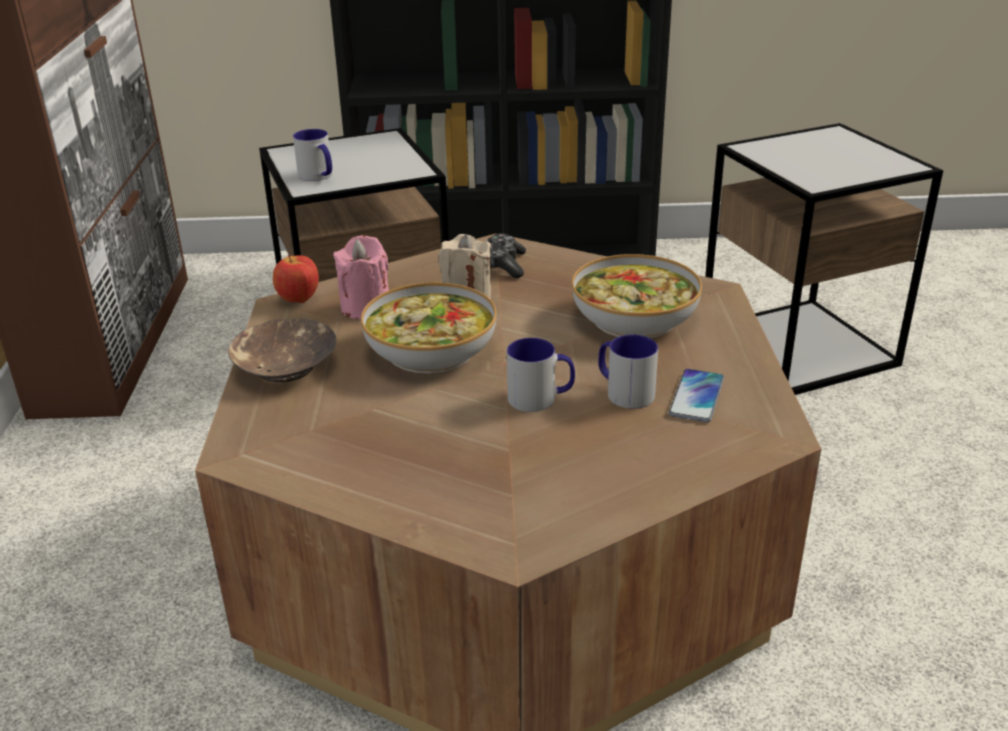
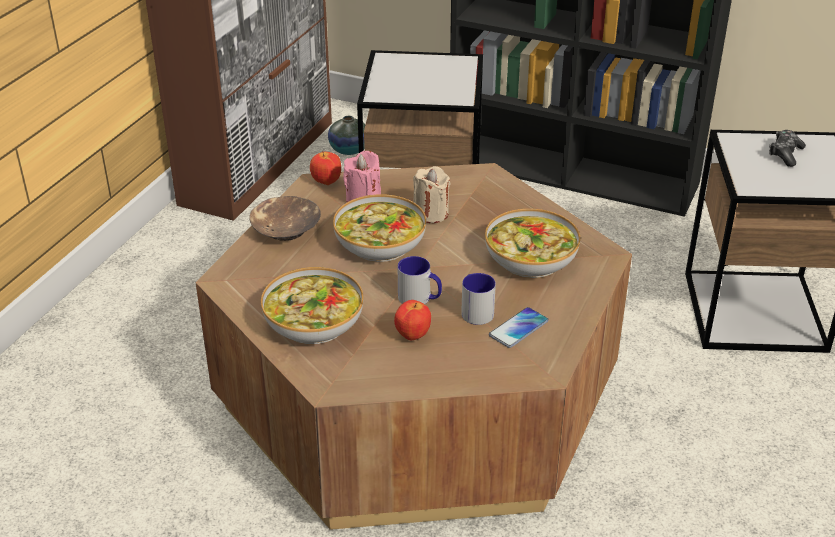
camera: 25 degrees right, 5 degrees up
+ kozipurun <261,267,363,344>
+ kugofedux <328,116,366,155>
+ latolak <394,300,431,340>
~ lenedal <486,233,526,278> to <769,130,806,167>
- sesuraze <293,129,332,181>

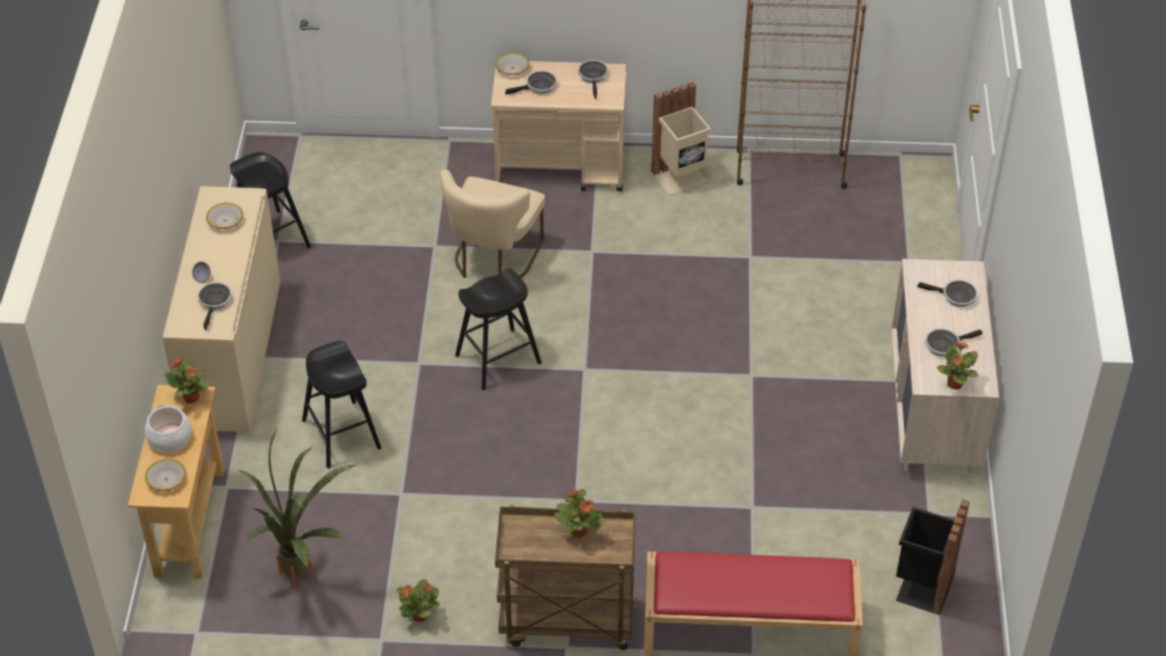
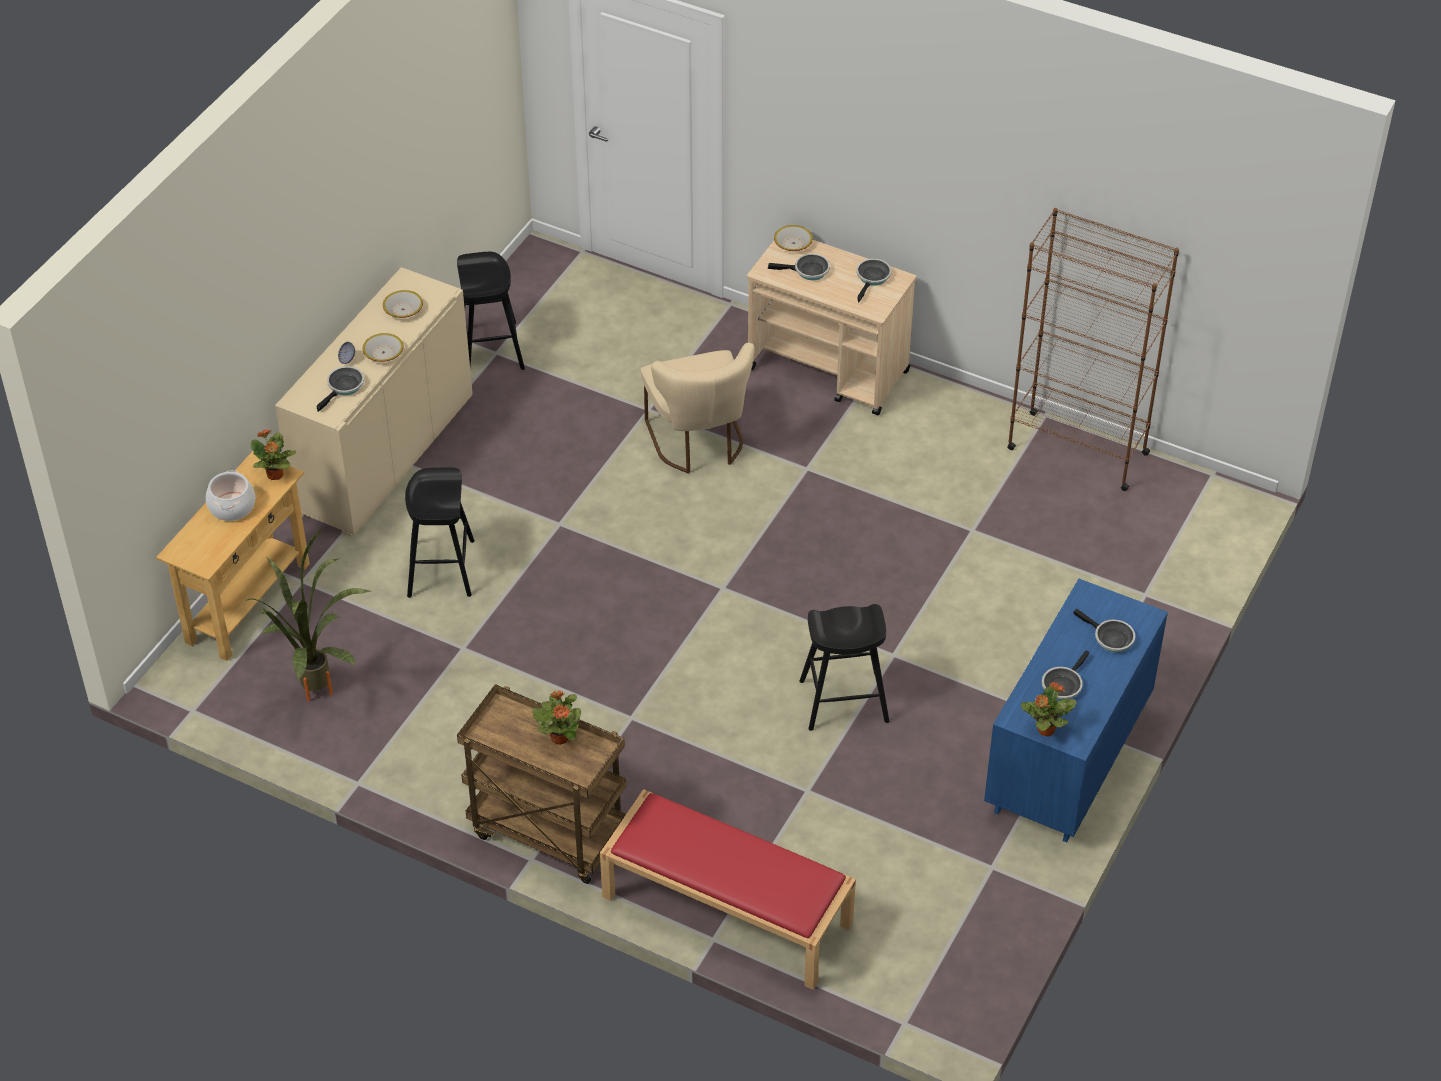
camera: 25 degrees right, 0 degrees up
~ kozipurun <145,459,186,491> to <363,333,404,362>
~ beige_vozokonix <440,169,545,278> = <641,343,755,474> 60 degrees counterclockwise
~ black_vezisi <455,269,542,390> to <799,604,889,731>
~ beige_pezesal <891,259,999,474> to blue_pezesal <984,579,1168,843>
~ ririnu <925,328,983,357> = <1042,650,1090,700> 60 degrees counterclockwise
- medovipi <396,579,440,622>
- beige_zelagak <651,82,711,195>
- black_zelagak <896,499,970,615>

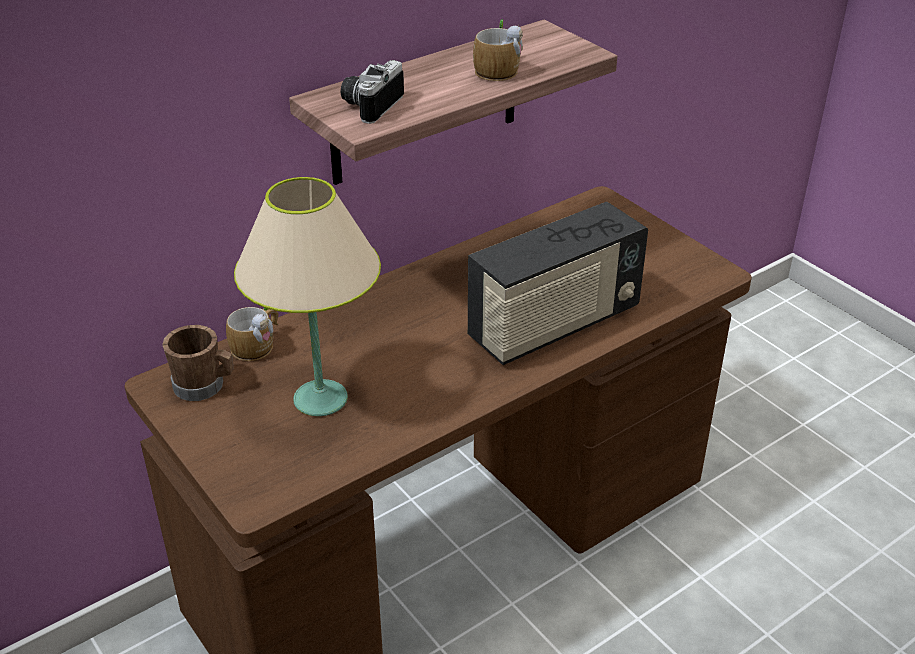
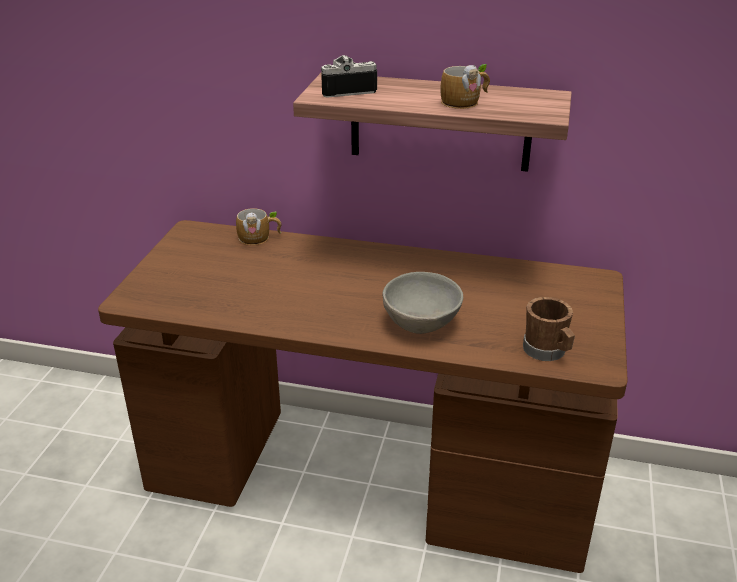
camera: 50 degrees right, 5 degrees down
~ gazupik <468,202,648,365> to grey_kozipurun <382,272,463,334>
~ brown_sesuraze <162,325,233,401> to <523,297,575,361>
- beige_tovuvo <234,177,381,416>

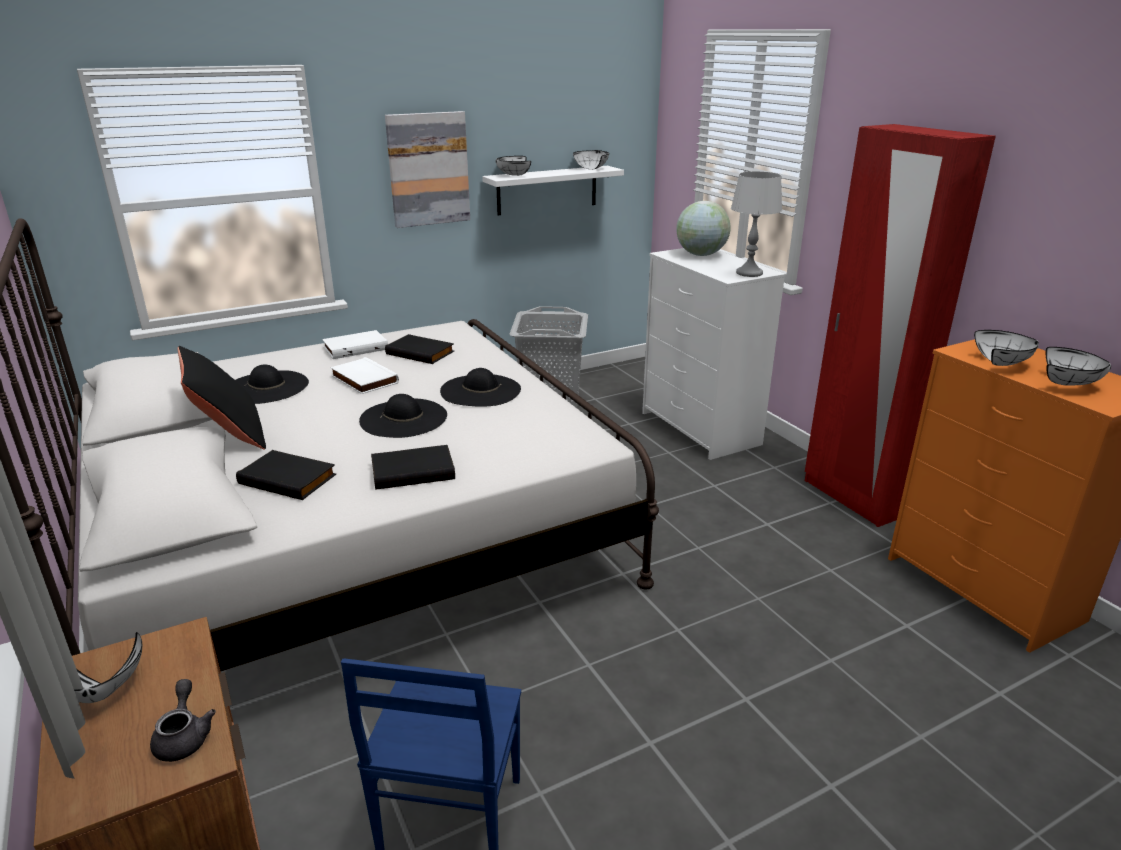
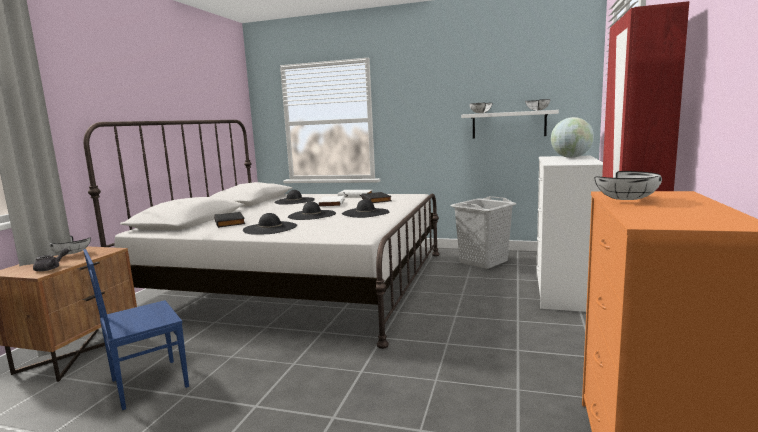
camera: 45 degrees right, 15 degrees down
~ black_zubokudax <371,445,455,490> to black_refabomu <243,213,297,234>
- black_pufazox <178,346,266,449>
- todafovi <385,111,470,228>
- grey_tovuvo <731,171,782,277>
- white_kozipurun <1046,347,1111,386>

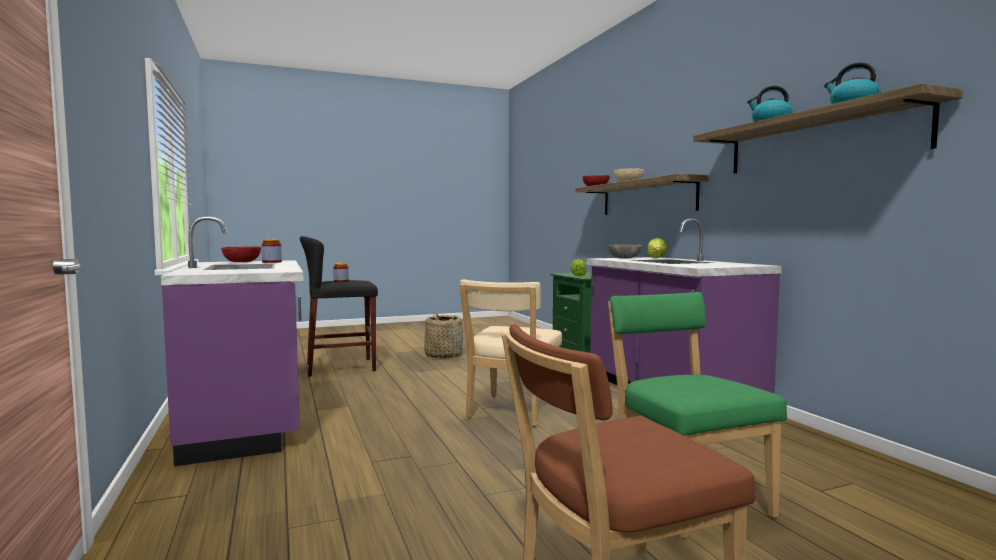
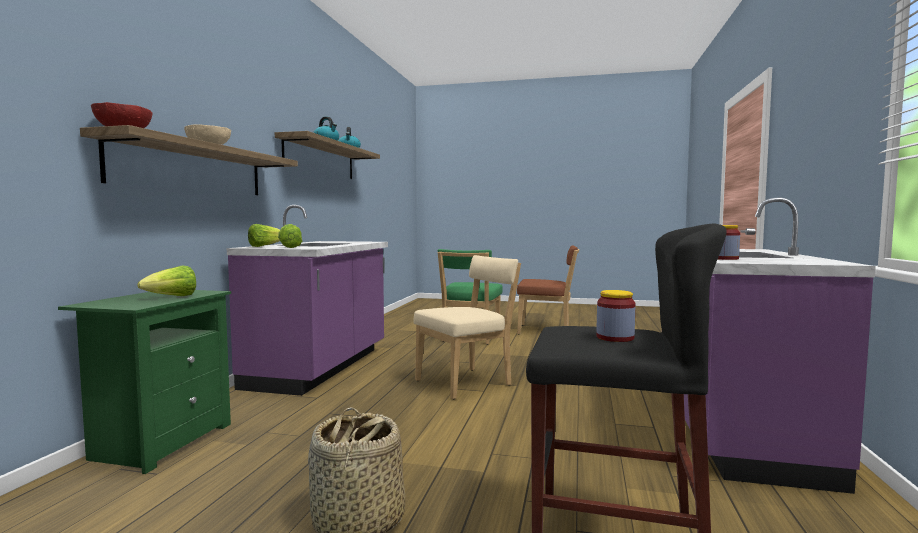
camera: 145 degrees left, 0 degrees up
~ grey_kozipurun <608,245,642,259> to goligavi <278,224,302,248>
- red_kozipurun <221,246,261,262>

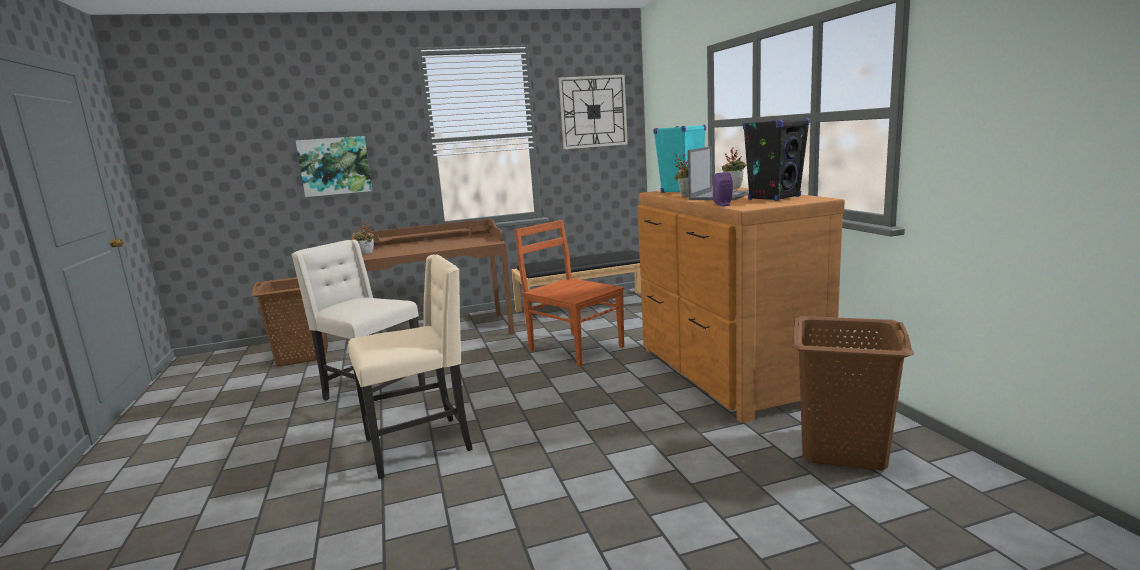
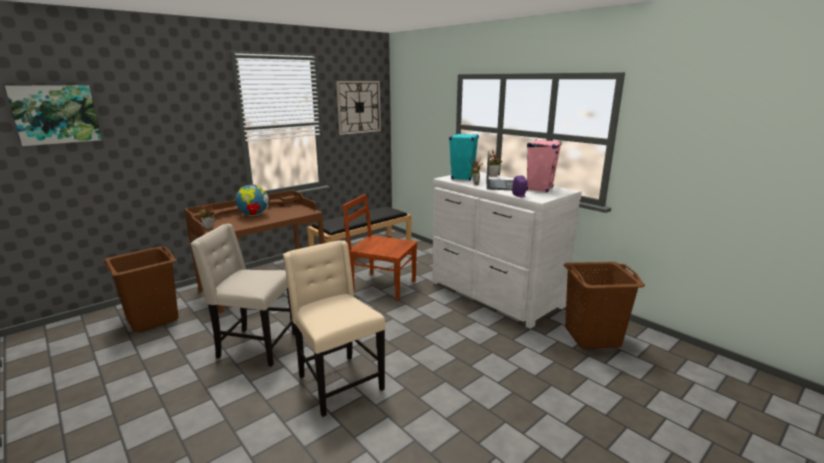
camera: 25 degrees left, 5 degrees up
~ todafovi <296,136,372,197> to <5,85,102,146>
+ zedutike <236,184,270,216>
~ beige_vozokonix <348,255,472,479> = <283,240,386,417> 75 degrees counterclockwise
~ brown_pezesal <638,185,845,423> to white_pezesal <432,172,582,329>
~ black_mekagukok <743,118,810,201> to pink_mekagukok <527,139,562,192>

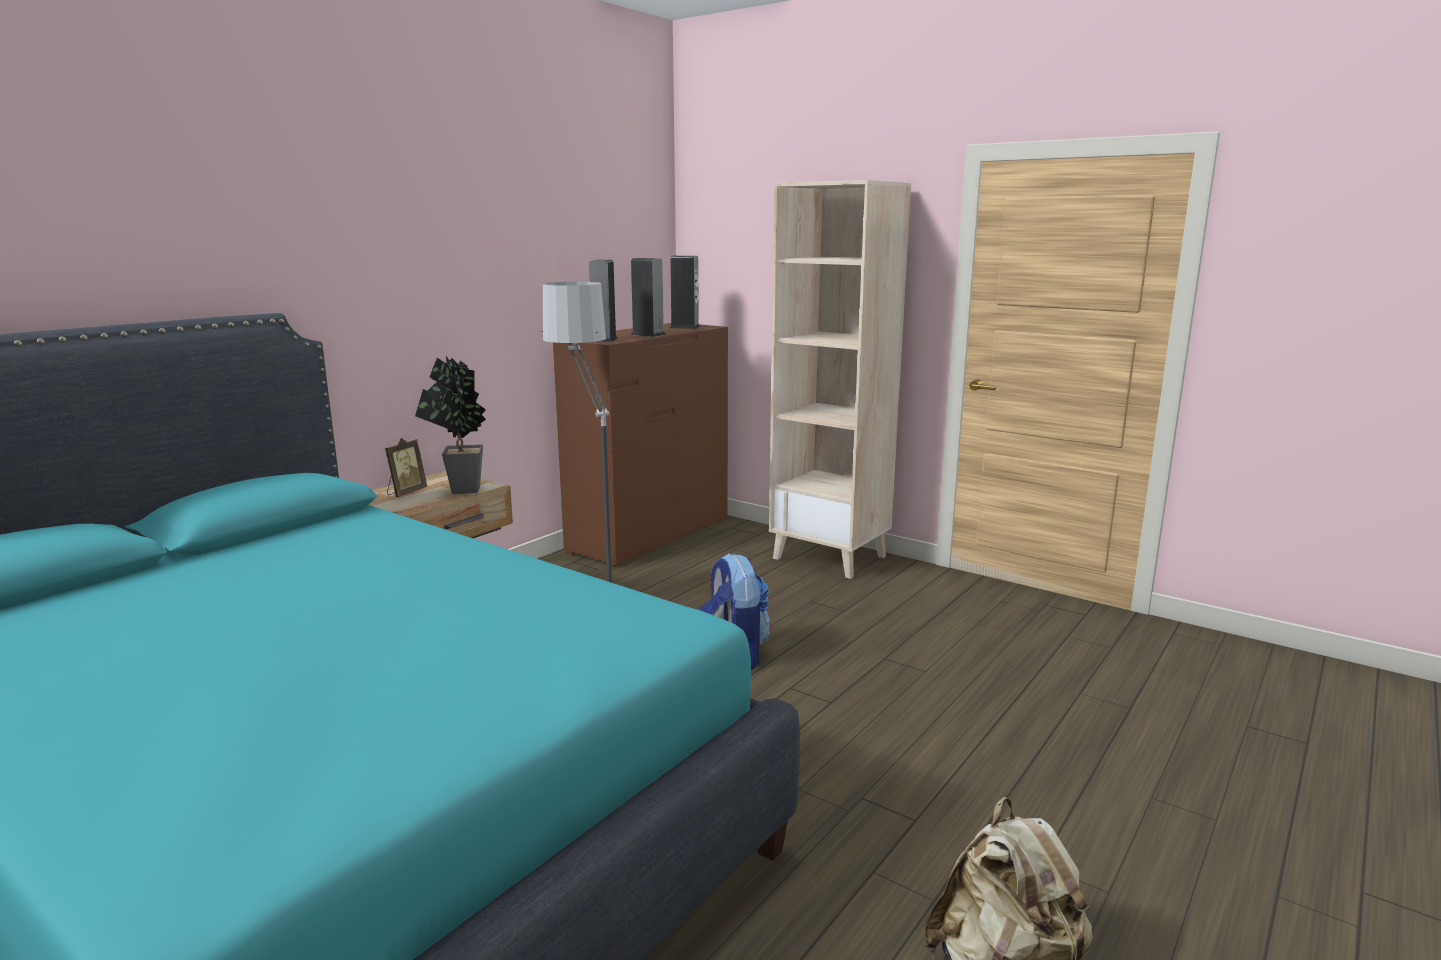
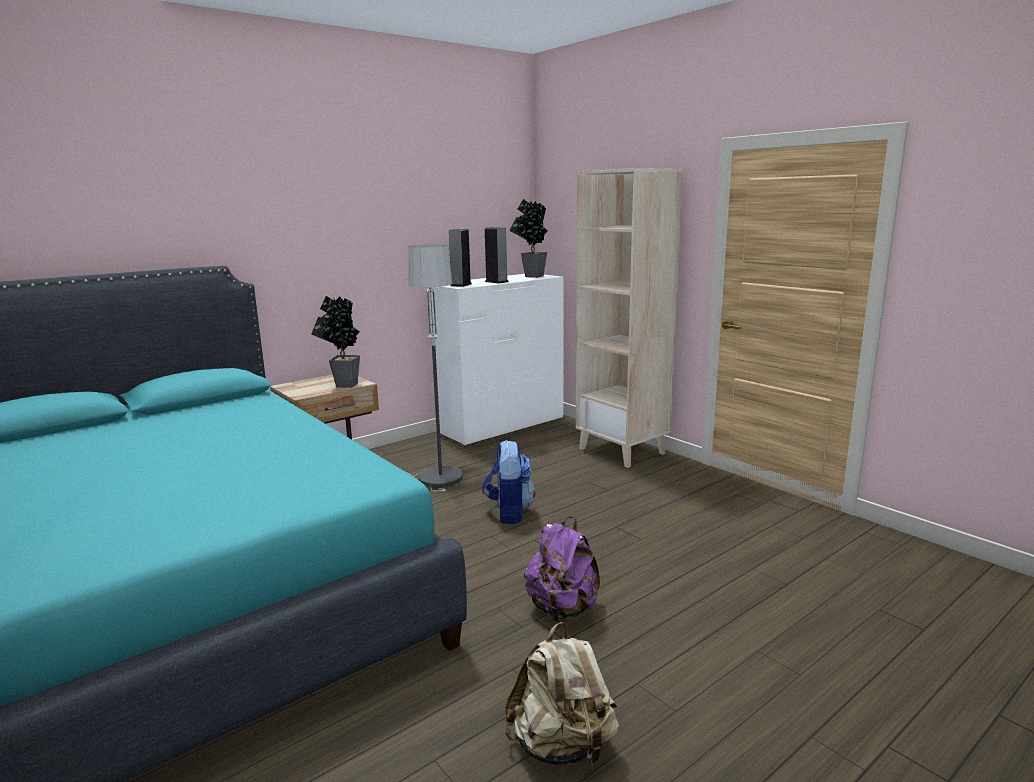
camera: 15 degrees right, 0 degrees up
~ brown_pezesal <553,323,728,568> to white_pezesal <429,274,563,447>
~ mekagukok <670,256,700,329> to medovipi <509,199,547,278>
+ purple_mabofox <524,516,600,622>
- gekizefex <385,438,427,497>

